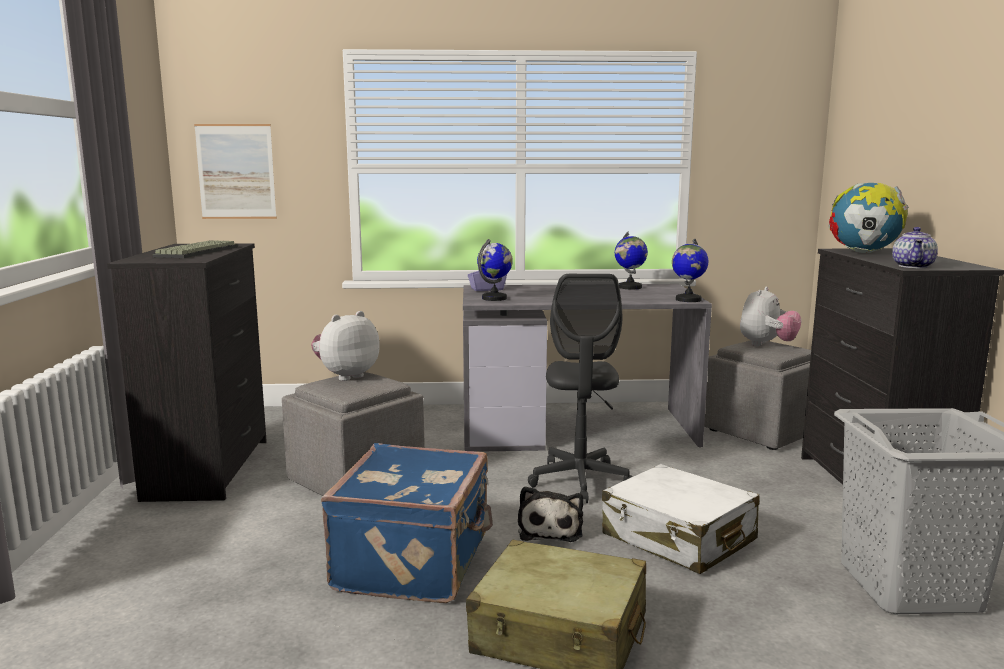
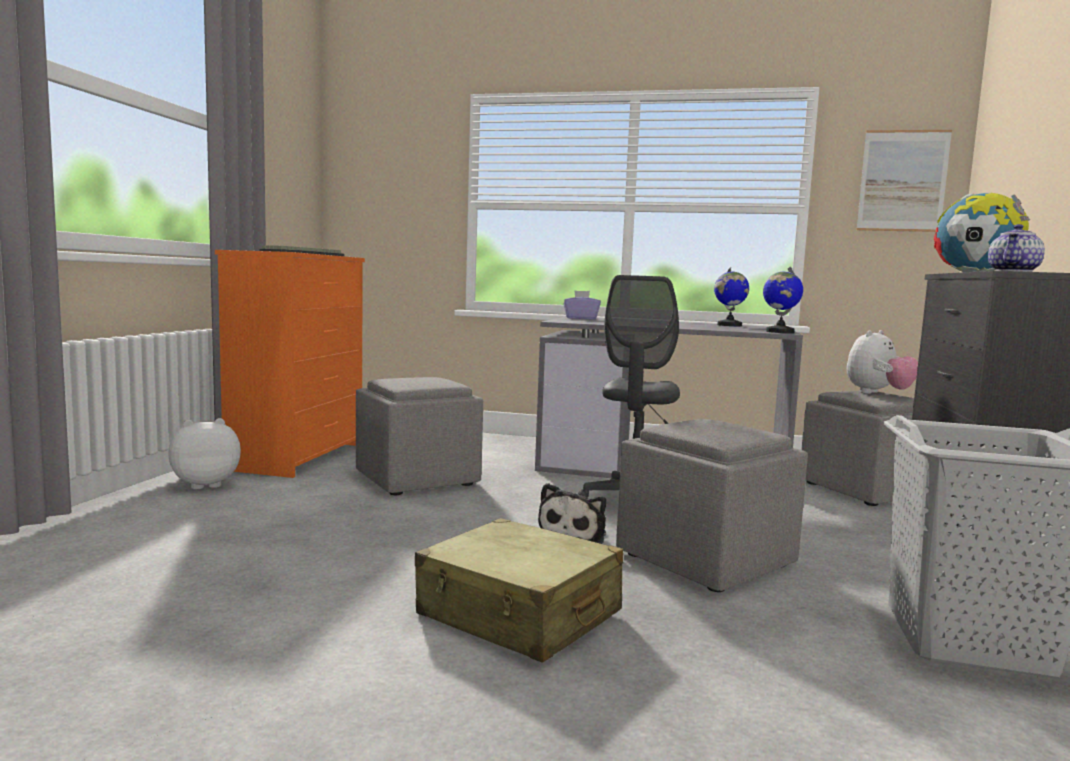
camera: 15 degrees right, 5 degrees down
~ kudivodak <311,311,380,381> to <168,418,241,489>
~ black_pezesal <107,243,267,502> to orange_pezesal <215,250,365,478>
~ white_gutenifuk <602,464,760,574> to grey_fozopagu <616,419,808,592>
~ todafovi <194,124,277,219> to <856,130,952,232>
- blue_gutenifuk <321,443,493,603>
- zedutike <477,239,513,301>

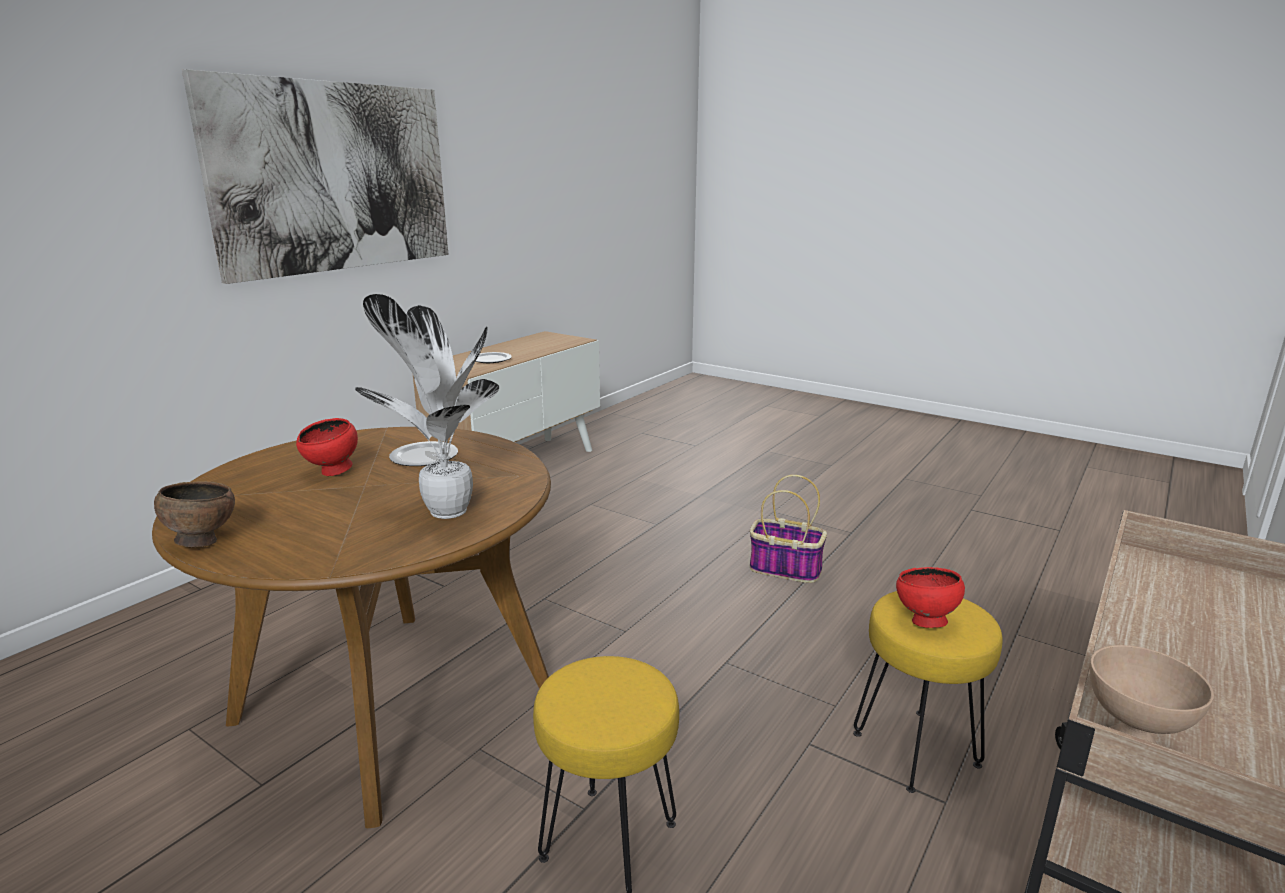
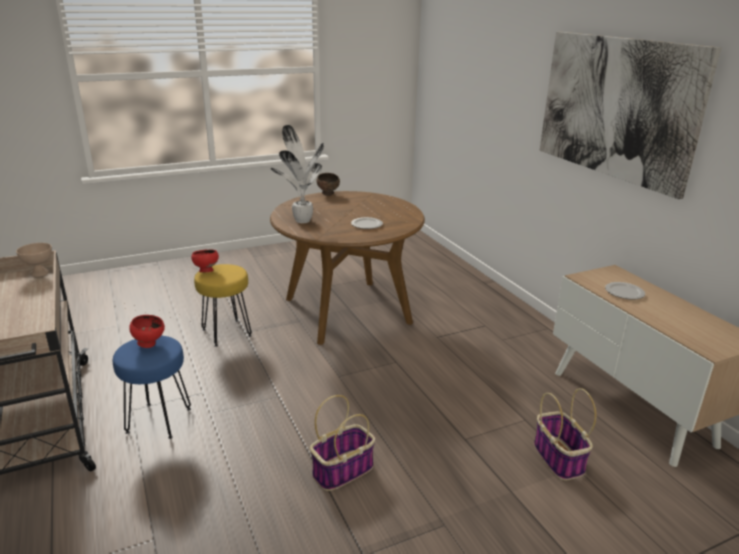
camera: 120 degrees right, 5 degrees up
~ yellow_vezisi <853,591,1003,793> to blue_vezisi <113,336,191,439>
~ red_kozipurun <296,418,358,476> to <191,250,219,272>
+ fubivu <534,388,596,481>

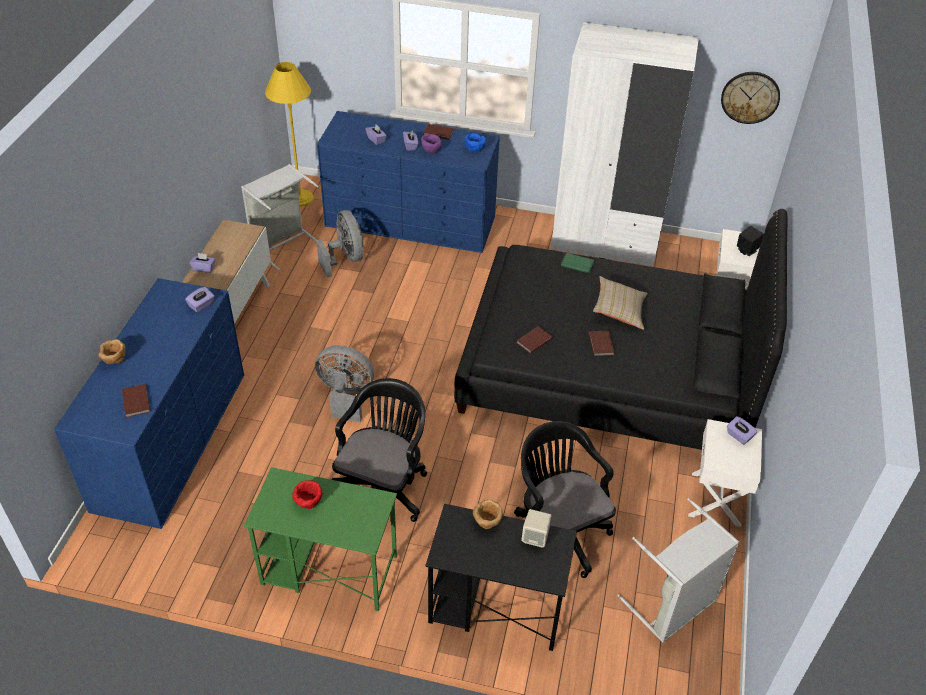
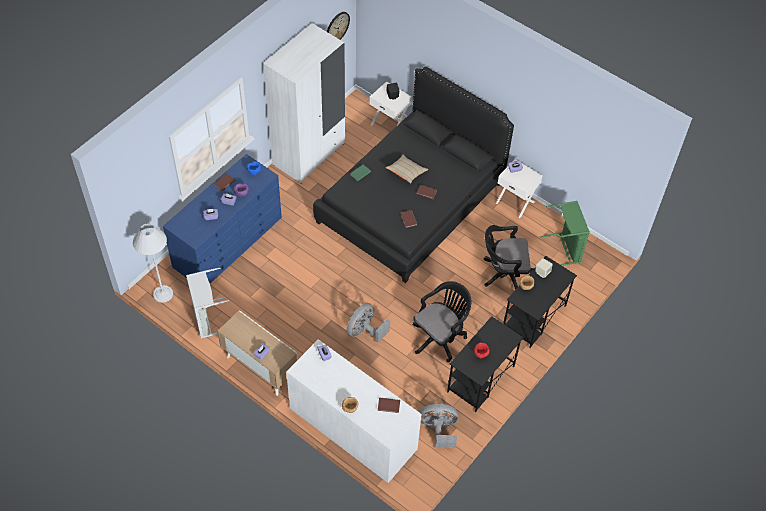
camera: 65 degrees left, 10 degrees up
~ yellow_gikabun <265,62,314,207> to white_gikabun <133,224,173,303>
~ blue_pezesal <54,278,244,529> to white_pezesal <286,339,421,483>
~ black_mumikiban <331,378,427,522> = <413,281,471,362> 90 degrees clockwise
~ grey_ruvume <316,210,364,278> to <419,404,458,448>
~ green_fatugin <244,467,397,611> to black_fatugin <447,316,524,412>
~ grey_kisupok <618,498,739,643> to green_kisupok <539,201,590,266>

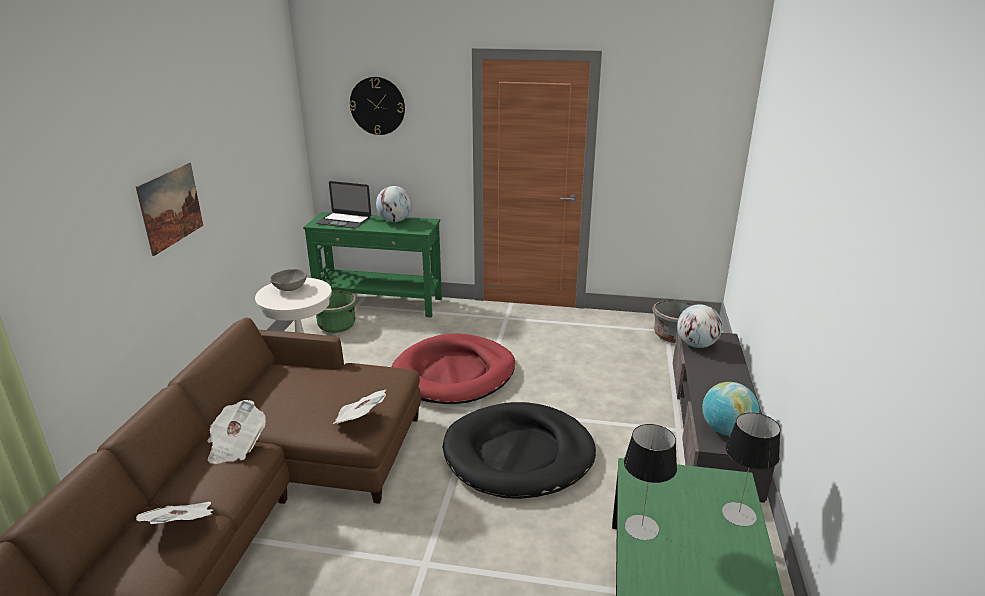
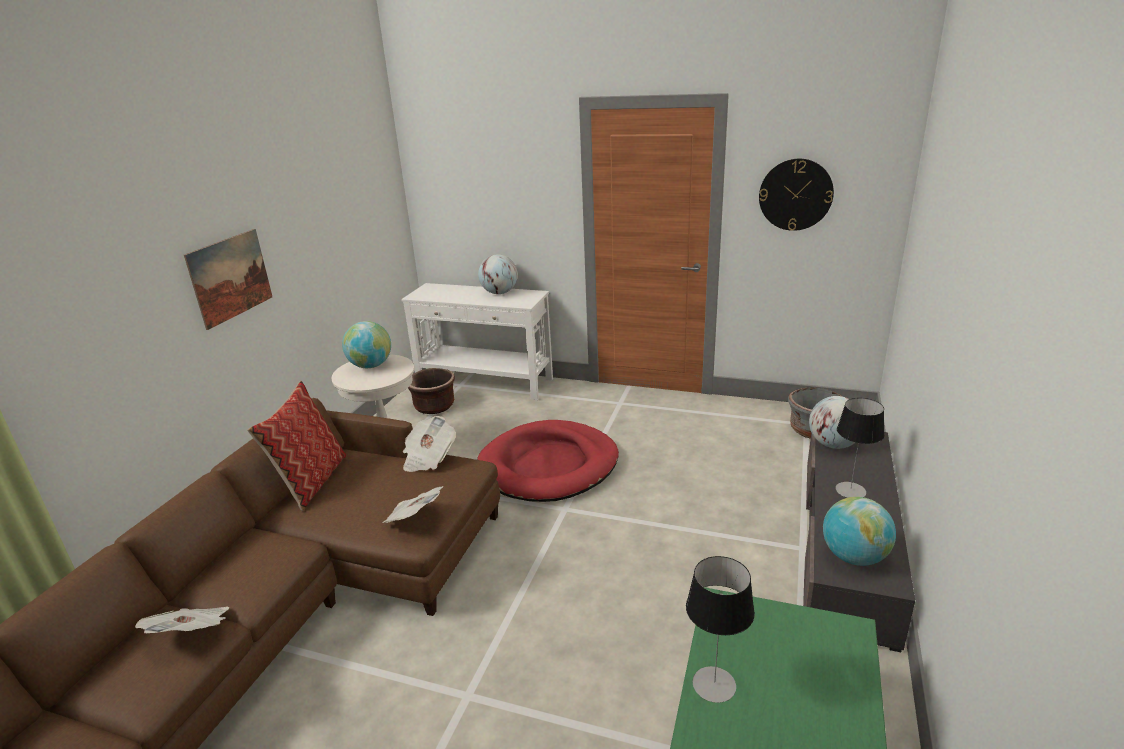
camera: 10 degrees right, 0 degrees up
+ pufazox <247,380,347,511>
~ grey_kozipurun <270,269,307,291> to zedutike <342,321,391,368>
~ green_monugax <303,212,442,318> to white_monugax <401,283,553,400>
~ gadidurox <207,400,266,464> to <403,416,456,472>
~ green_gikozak <316,290,356,333> to brown_gikozak <408,368,455,414>
~ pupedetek <349,77,405,135> to <759,159,834,231>
~ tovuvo <722,413,780,526> to <835,398,884,498>
- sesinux <316,181,371,228>
- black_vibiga <443,402,596,499>

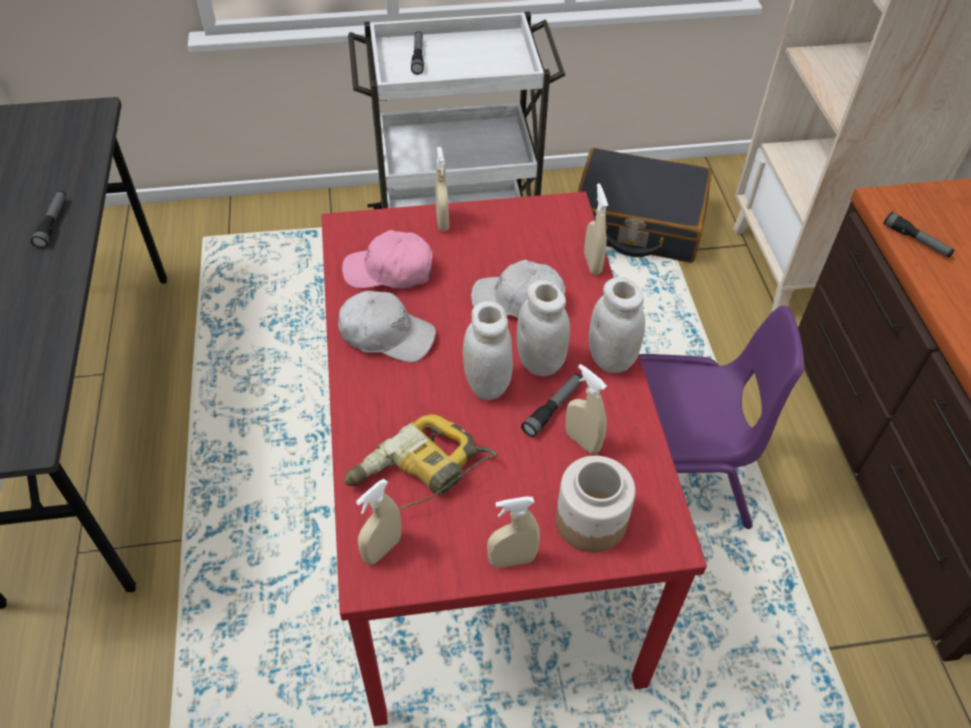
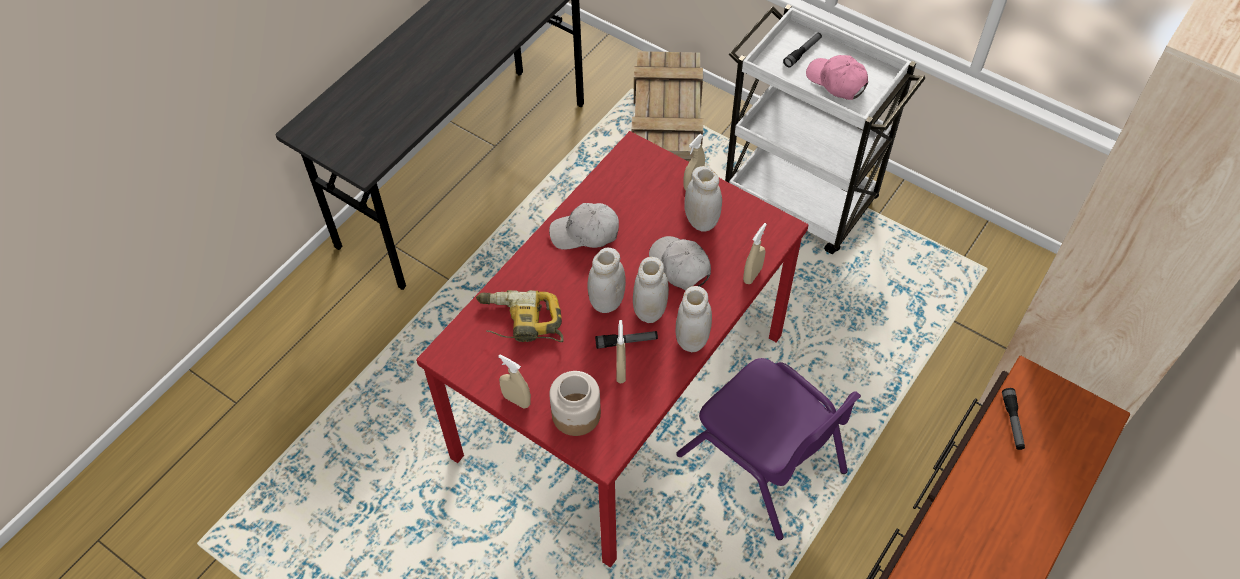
camera: 45 degrees right, 5 degrees up
~ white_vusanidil <338,291,436,362> = <549,203,619,249> 120 degrees clockwise
+ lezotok <632,51,703,162>
+ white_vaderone <685,166,722,232>
~ pink_vusanidil <342,230,433,289> to <806,55,868,100>
- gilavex <31,191,66,249>
- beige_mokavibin <356,479,401,565>
- black_gutenifuk <578,148,712,263>

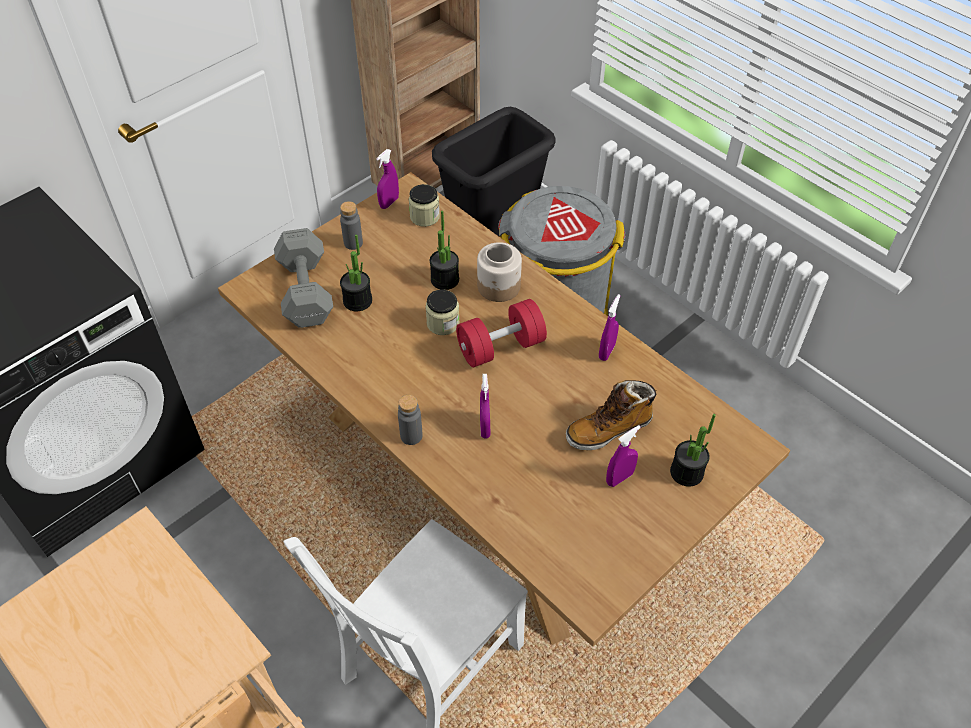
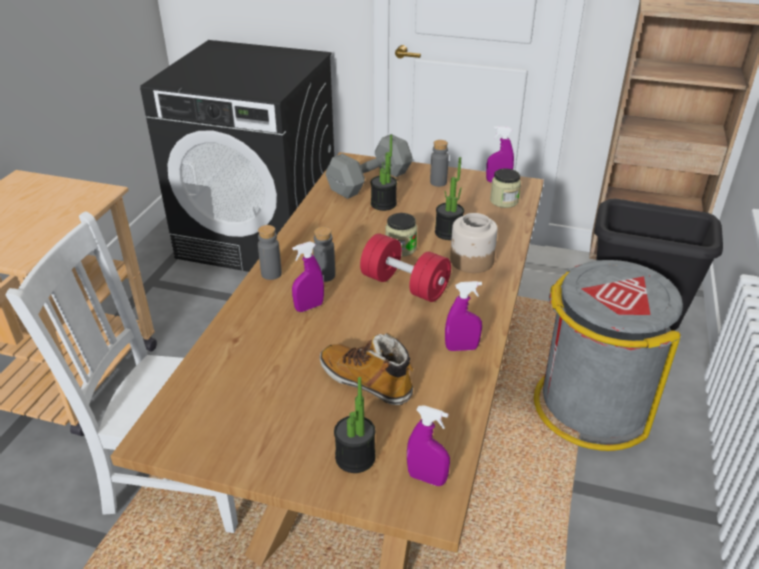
camera: 60 degrees right, 15 degrees down
+ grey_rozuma <313,227,335,282>
~ purple_mokavibin <606,425,641,487> to <407,405,450,486>

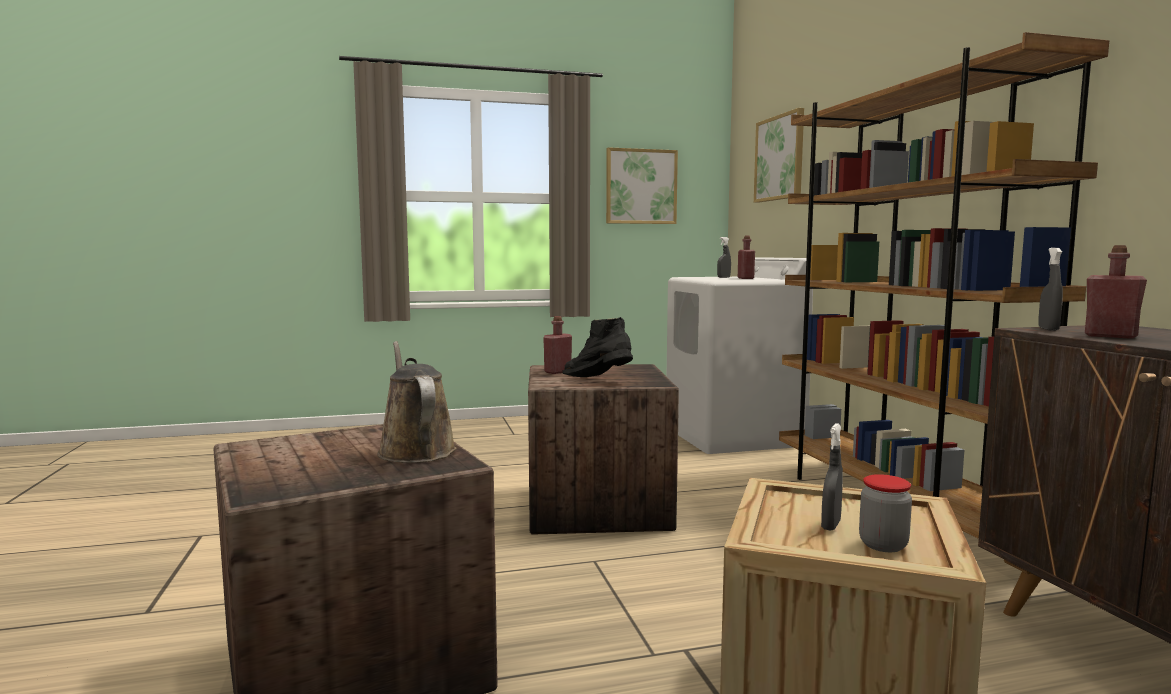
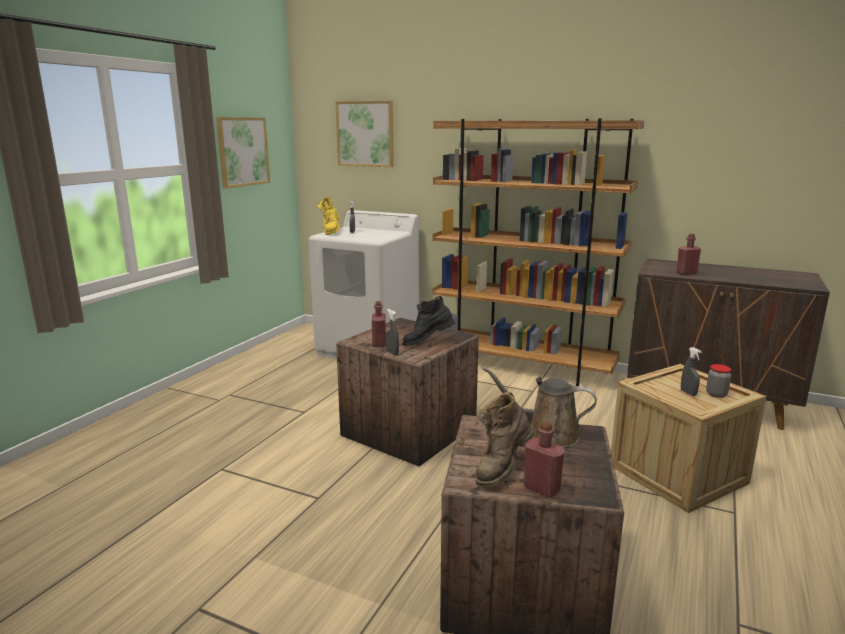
camera: 50 degrees left, 10 degrees up
+ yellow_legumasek <317,197,340,235>
~ grey_mokavibin <1038,248,1063,331> to <385,309,399,355>
+ brown_legumasek <475,392,535,487>
~ red_rozuma <738,235,755,279> to <524,421,565,497>

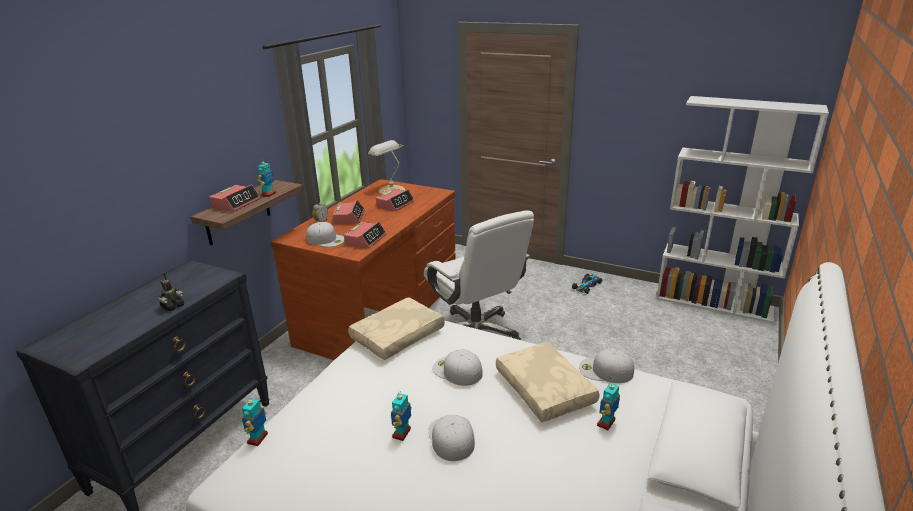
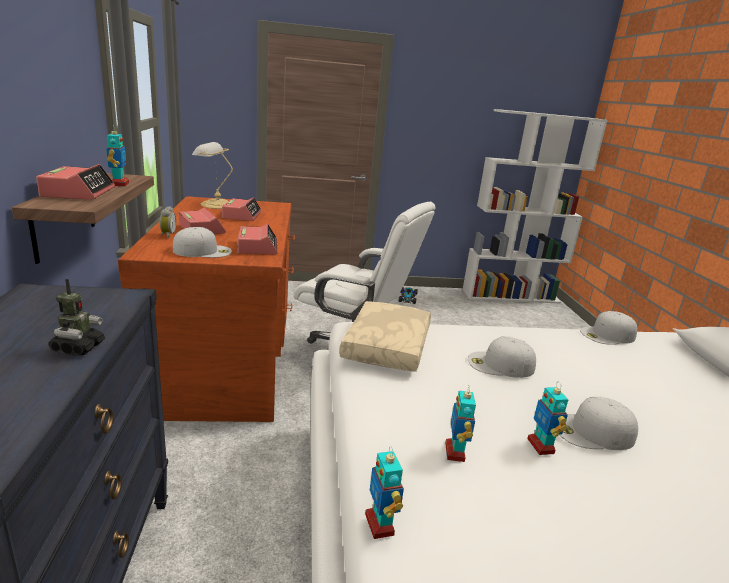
camera: 35 degrees left, 5 degrees down
~ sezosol <597,381,620,430> to <445,385,476,462>
~ white_vusanidil <428,415,475,461> = <559,397,638,450> 45 degrees counterclockwise
- beige_pufazox <496,342,600,422>

